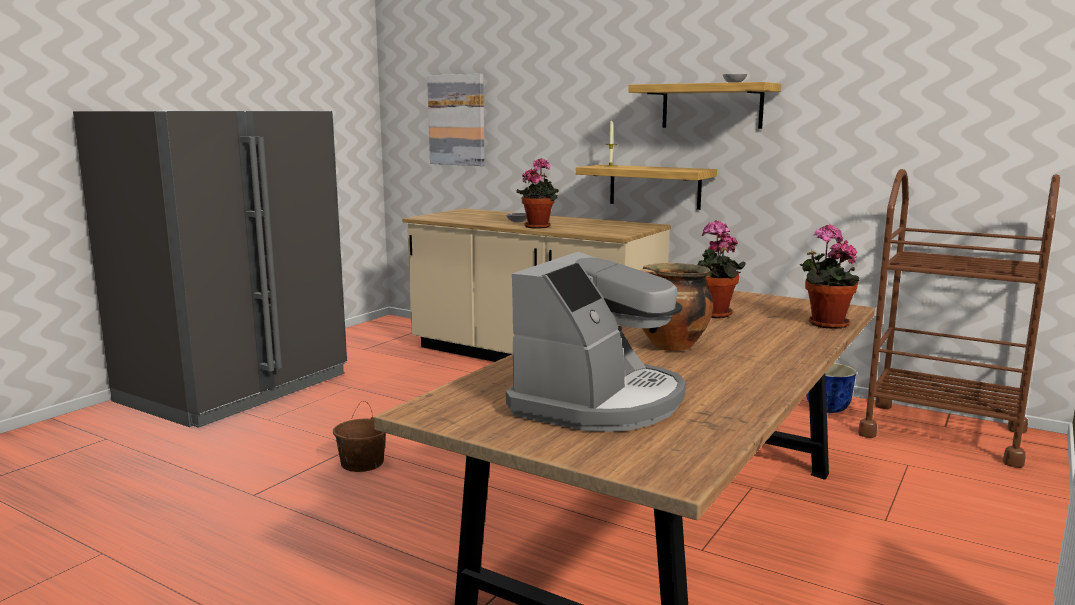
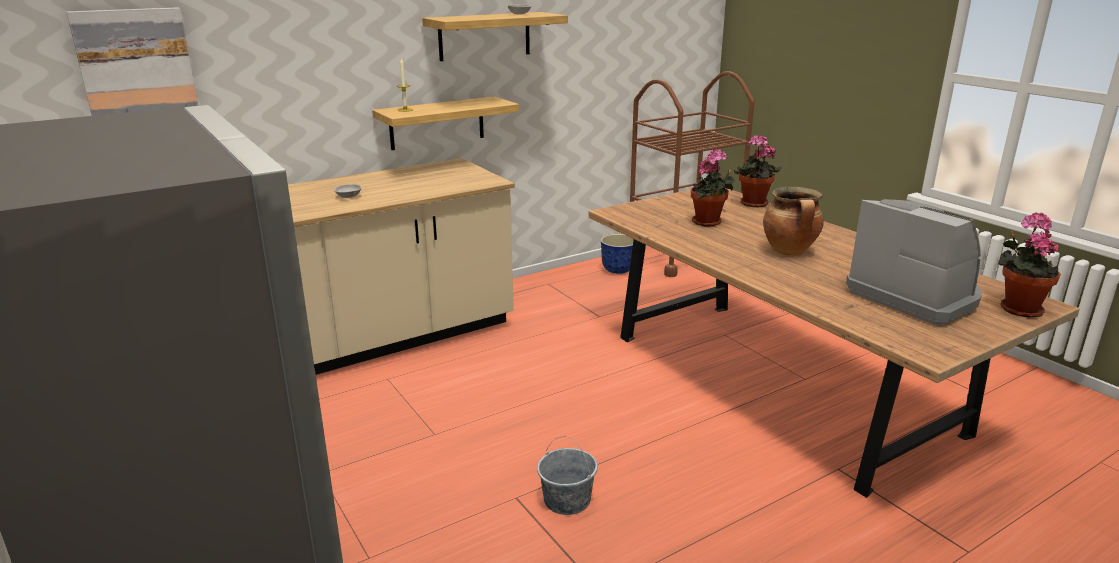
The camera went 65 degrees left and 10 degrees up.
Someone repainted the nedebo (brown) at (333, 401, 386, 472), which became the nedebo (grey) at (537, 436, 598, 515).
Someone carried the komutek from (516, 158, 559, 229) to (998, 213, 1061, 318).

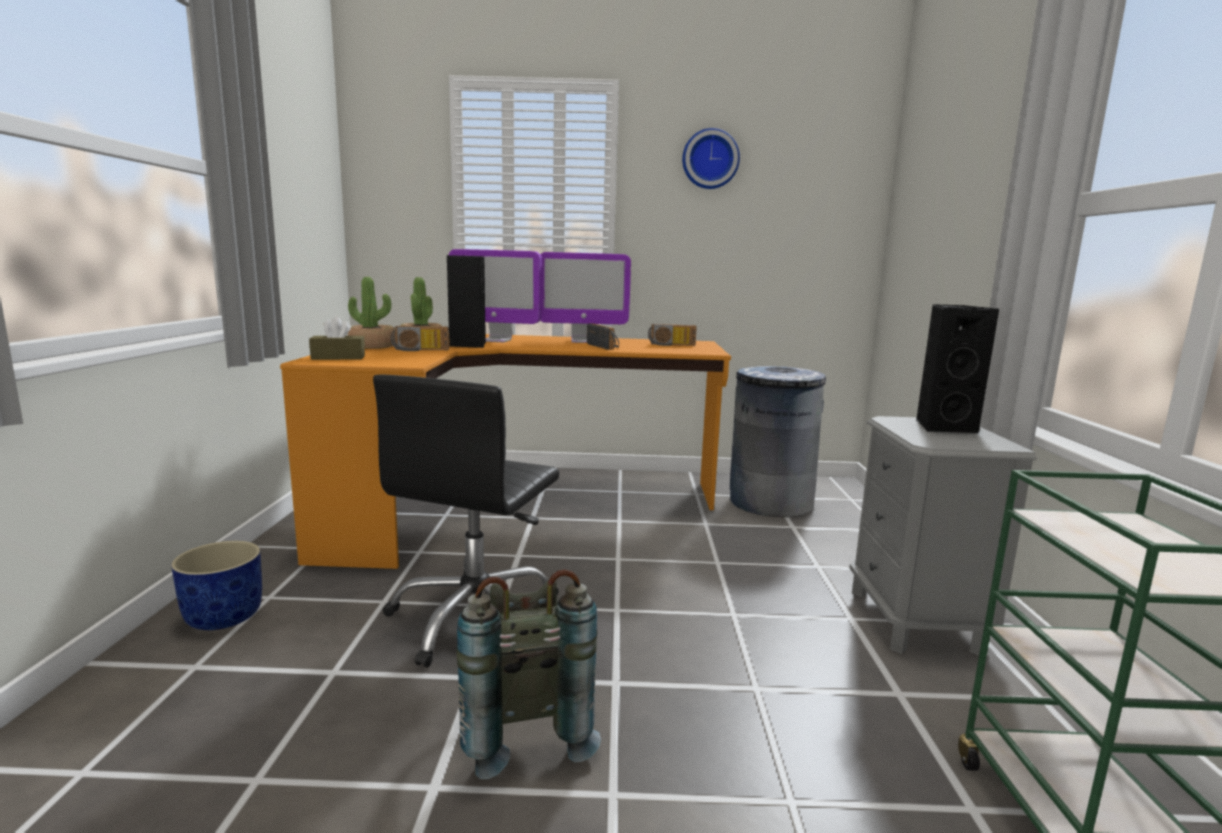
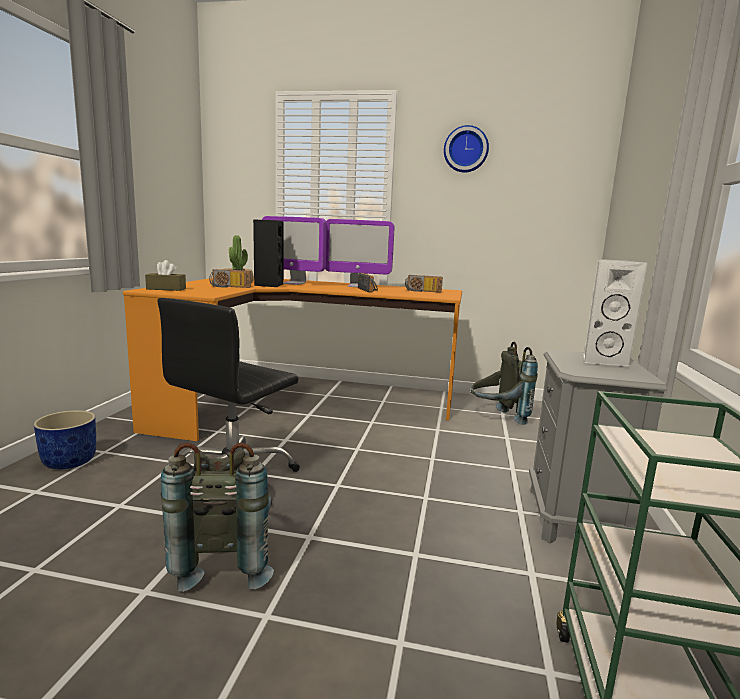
The camera went 10 degrees right and 0 degrees up.
Someone swapped the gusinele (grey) at (730, 366, 826, 517) for the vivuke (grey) at (470, 342, 538, 425).
Someone repainted the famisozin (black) at (916, 304, 999, 433), which became the famisozin (white) at (584, 259, 648, 367).
Someone took away the komutek at (348, 277, 395, 349).

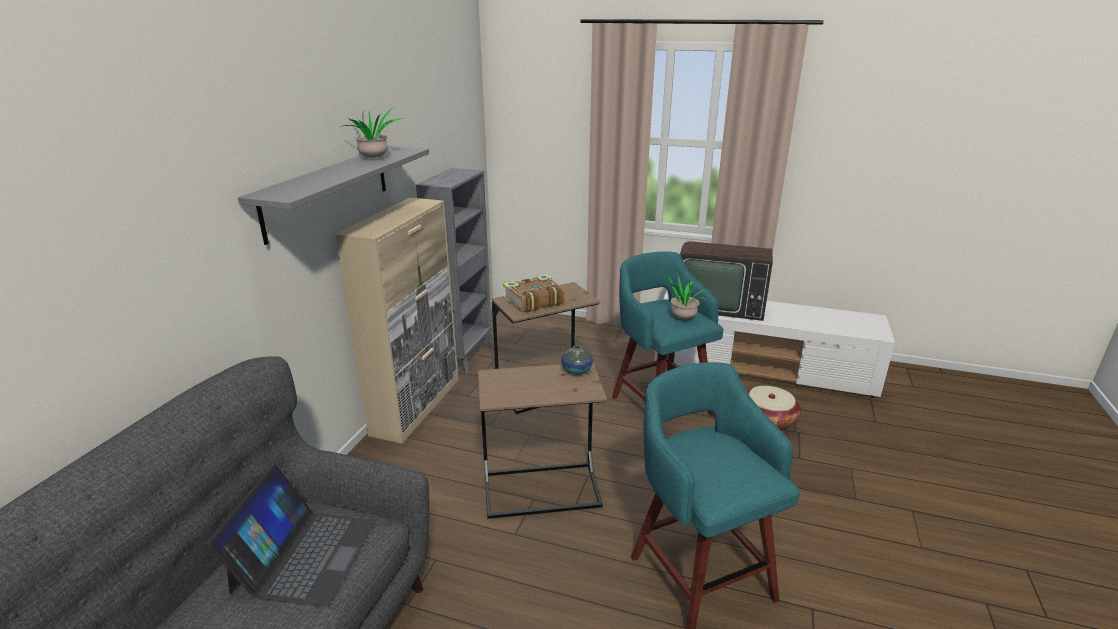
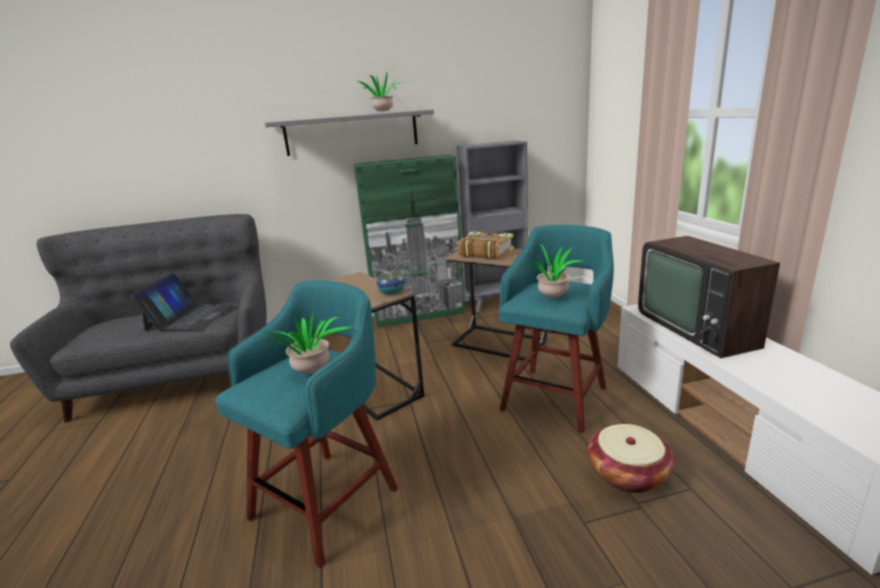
The camera went 60 degrees right and 5 degrees down.
Someone rotated the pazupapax at (207, 464, 376, 607) by 60 degrees counterclockwise.
Someone put down the komutek at (260, 312, 351, 374).
Someone repainted the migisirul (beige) at (335, 197, 458, 444), which became the migisirul (green) at (354, 155, 466, 328).

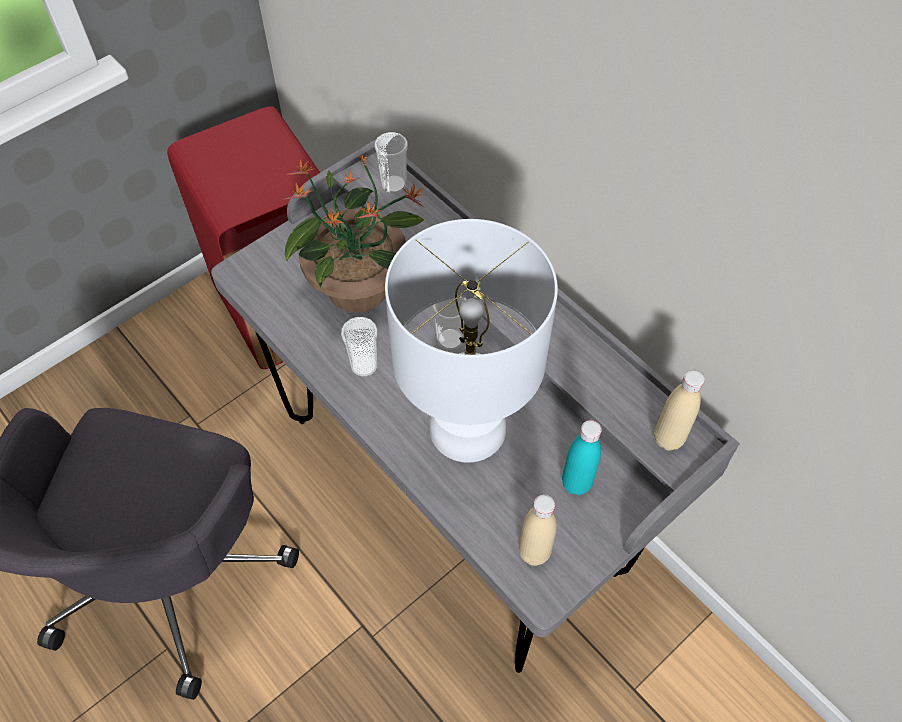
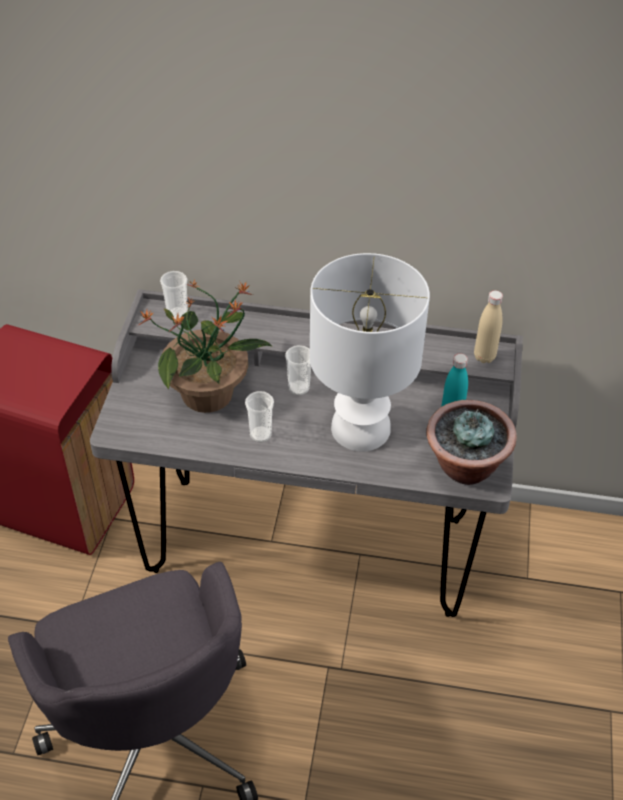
The camera went 40 degrees left and 10 degrees down.
Someone swapped the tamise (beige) at (519, 495, 557, 566) for the komutek at (426, 400, 517, 485).

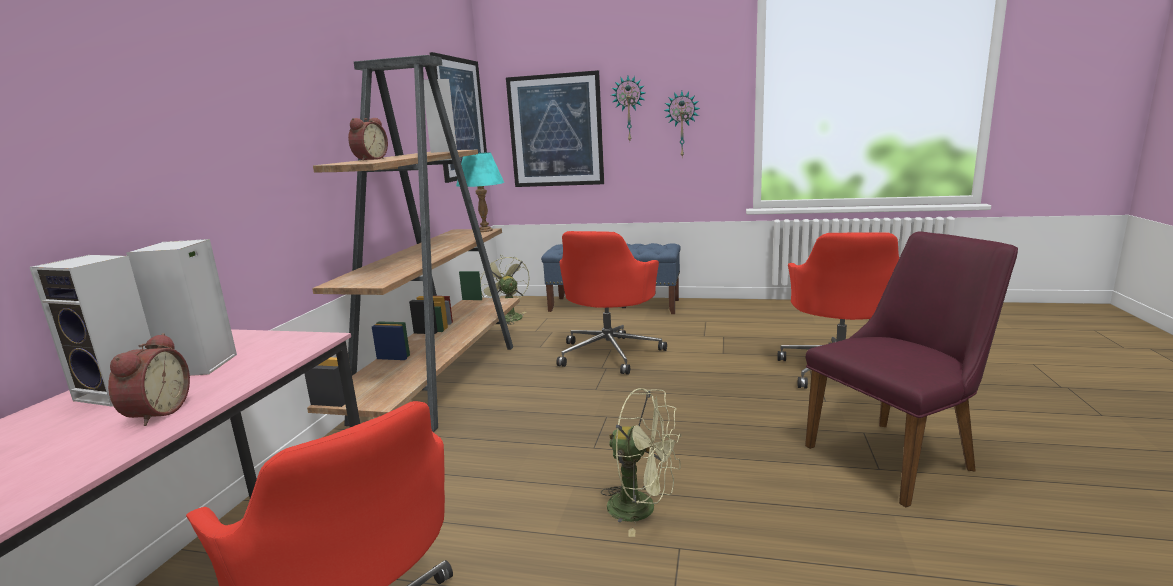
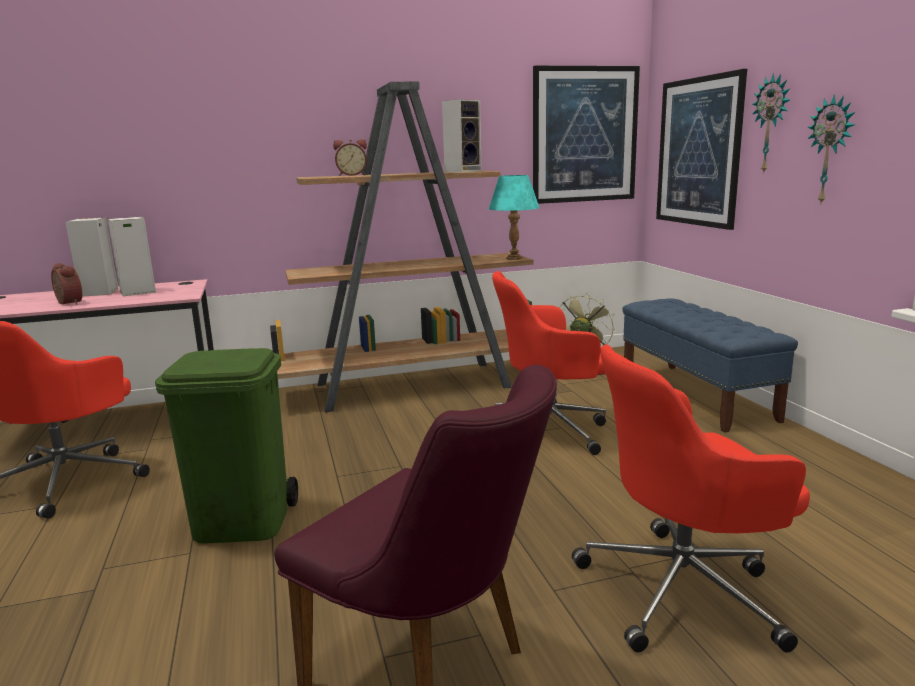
The camera went 60 degrees right and 0 degrees up.
Someone rotated the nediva at (108, 333, 190, 426) by 105 degrees counterclockwise.
Someone swapped the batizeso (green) at (601, 388, 682, 537) for the gusinele (green) at (155, 348, 298, 544).

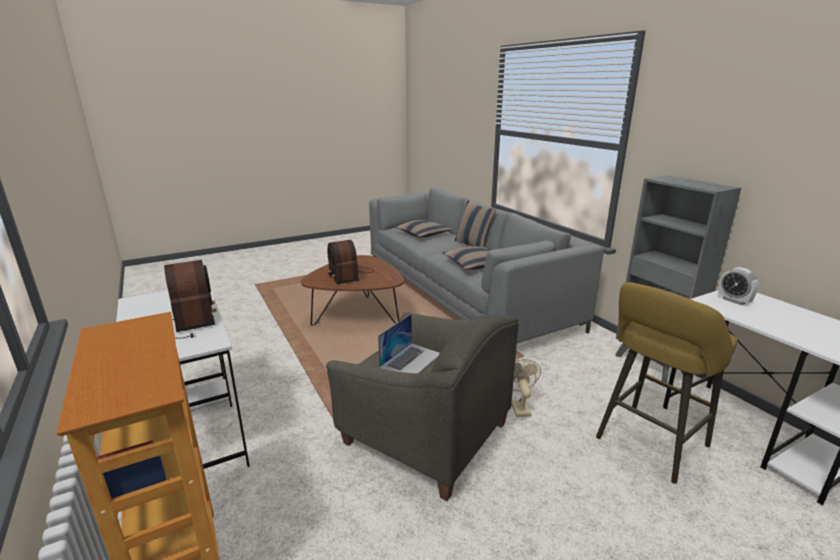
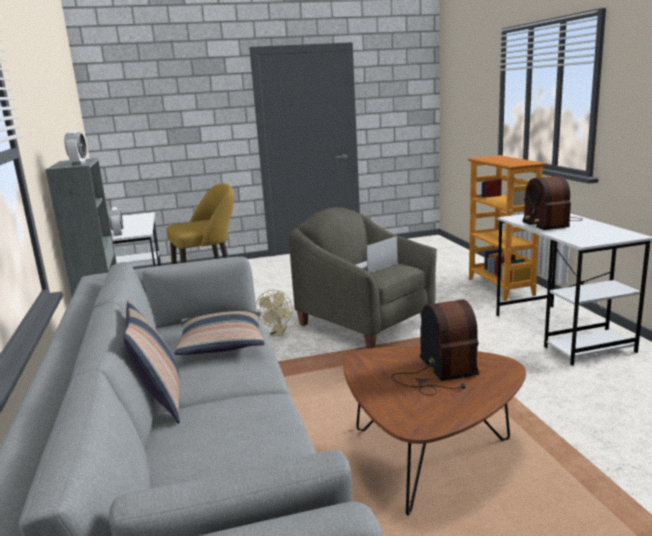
The camera went 165 degrees left and 5 degrees down.
Someone put down the nediva at (64, 130, 87, 165).
Someone took away the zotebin at (395, 220, 452, 238).

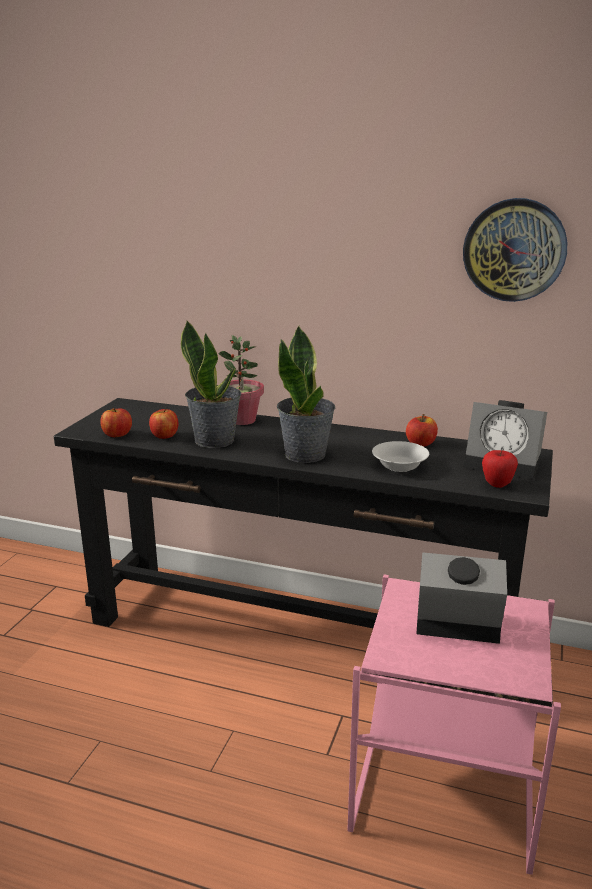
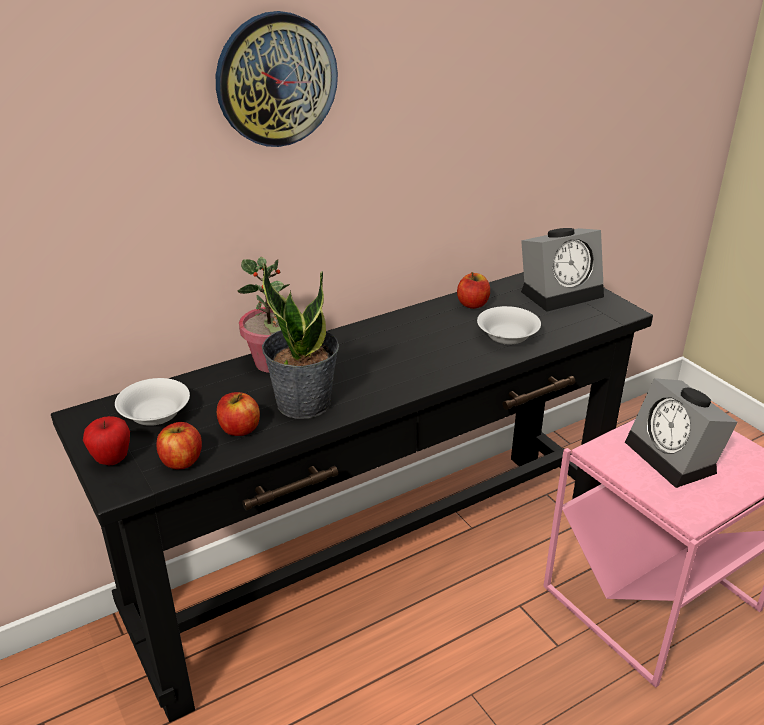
The camera went 50 degrees left and 10 degrees up.
Someone carried the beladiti from (482, 450, 518, 488) to (83, 416, 130, 465).
Someone put down the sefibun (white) at (115, 378, 190, 426).
Someone carried the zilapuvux from (463, 198, 567, 302) to (216, 11, 338, 147).
Someone rotated the nediva at (416, 552, 507, 644) by 75 degrees counterclockwise.
Someone took away the komutek at (277, 325, 335, 463).

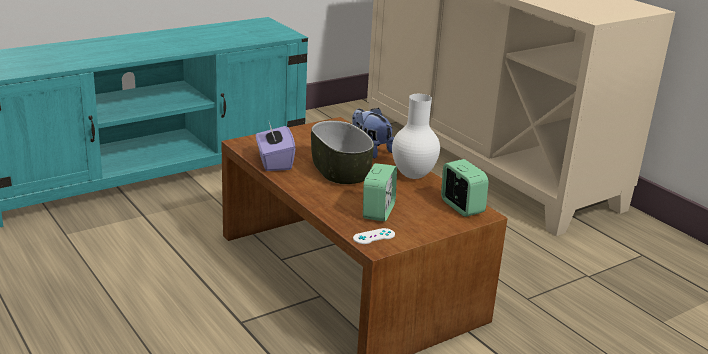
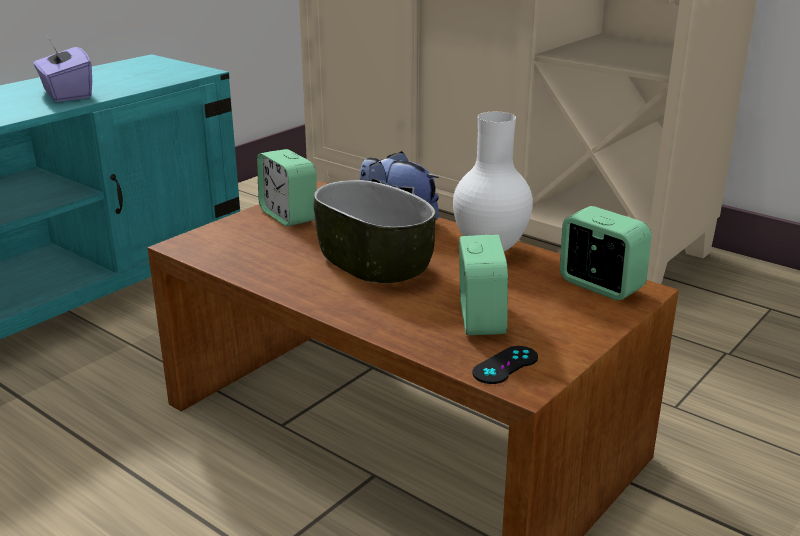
The camera went 15 degrees left and 0 degrees up.
Someone carried the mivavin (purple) from (256, 122, 295, 171) to (34, 37, 92, 102).
Someone put down the nediva at (257, 149, 317, 226).
Someone repainted the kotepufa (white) at (353, 228, 395, 244), which became the kotepufa (black) at (472, 346, 538, 384).

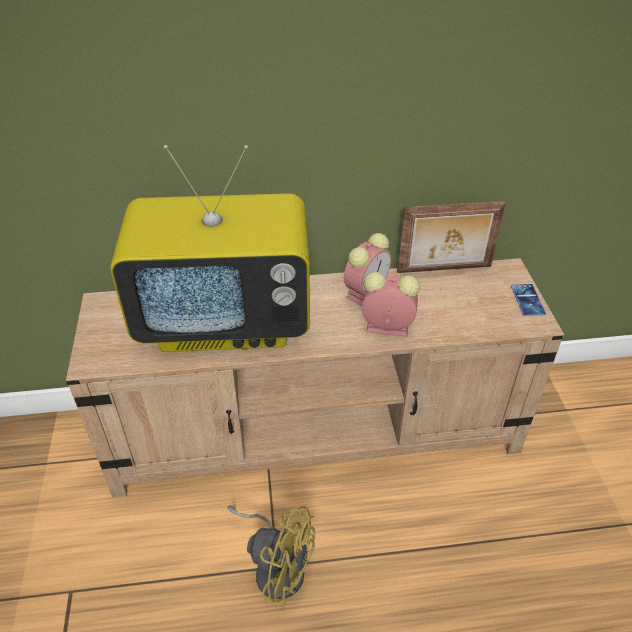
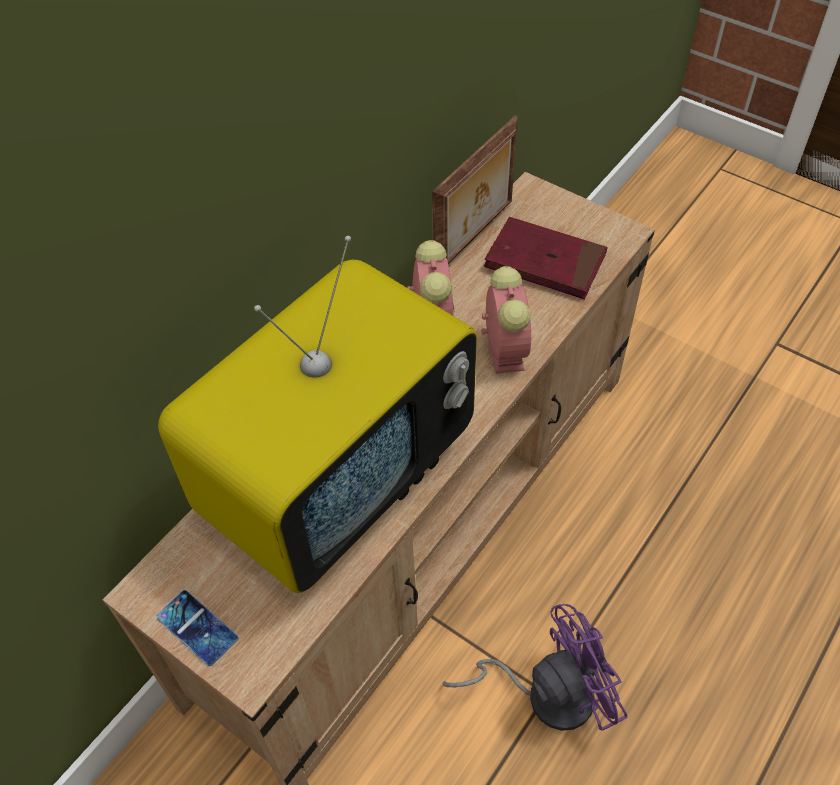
The camera went 45 degrees left and 10 degrees up.
Someone carried the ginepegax from (511, 284, 546, 316) to (156, 590, 238, 666).
Someone repainted the batizeso (yellow) at (227, 505, 315, 607), which became the batizeso (purple) at (443, 604, 628, 731).
Someone rotated the nediva at (362, 272, 420, 337) by 120 degrees clockwise.
Someone put down the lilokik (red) at (484, 217, 607, 299).

